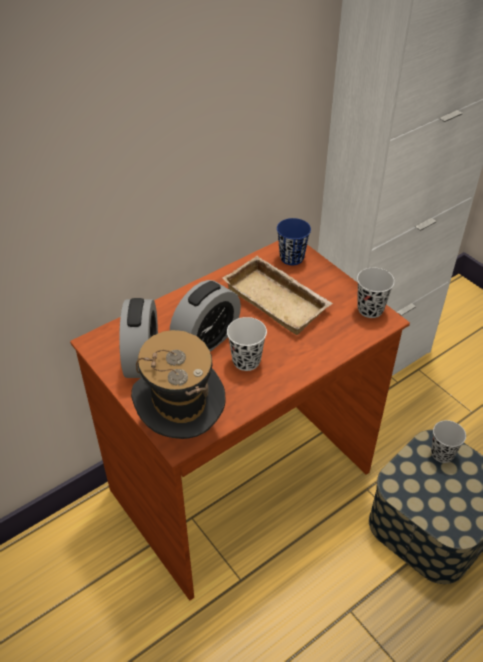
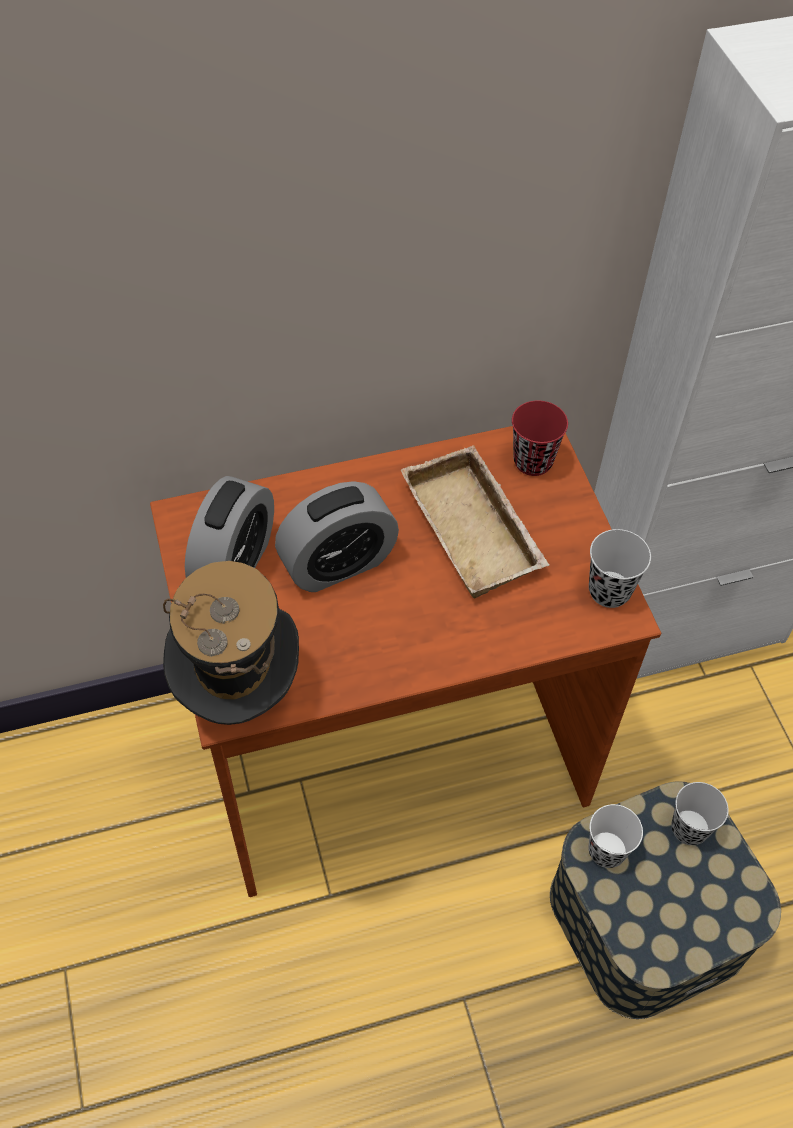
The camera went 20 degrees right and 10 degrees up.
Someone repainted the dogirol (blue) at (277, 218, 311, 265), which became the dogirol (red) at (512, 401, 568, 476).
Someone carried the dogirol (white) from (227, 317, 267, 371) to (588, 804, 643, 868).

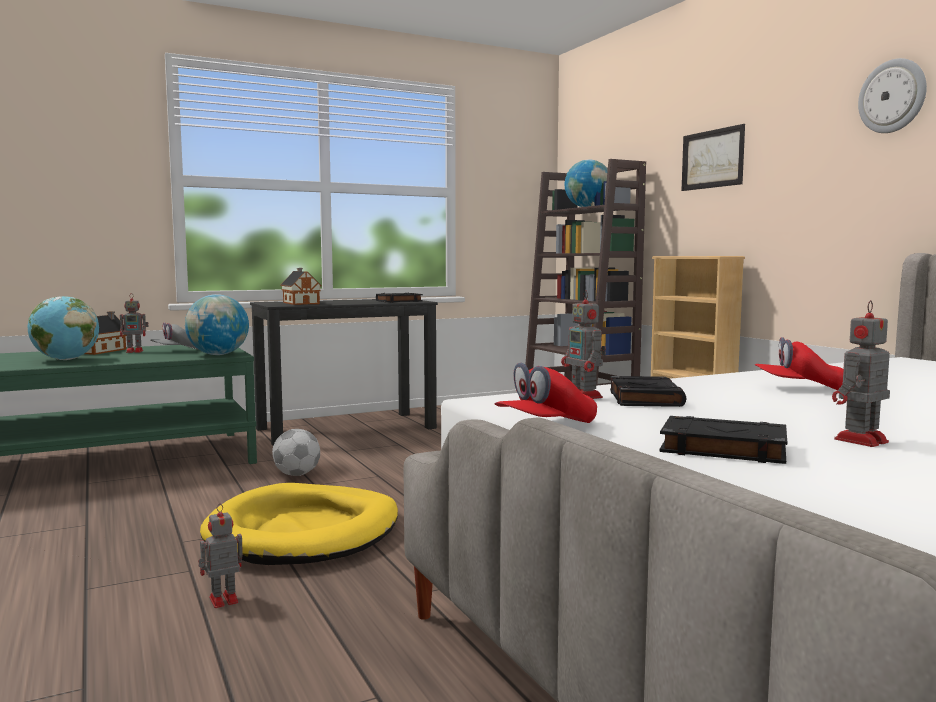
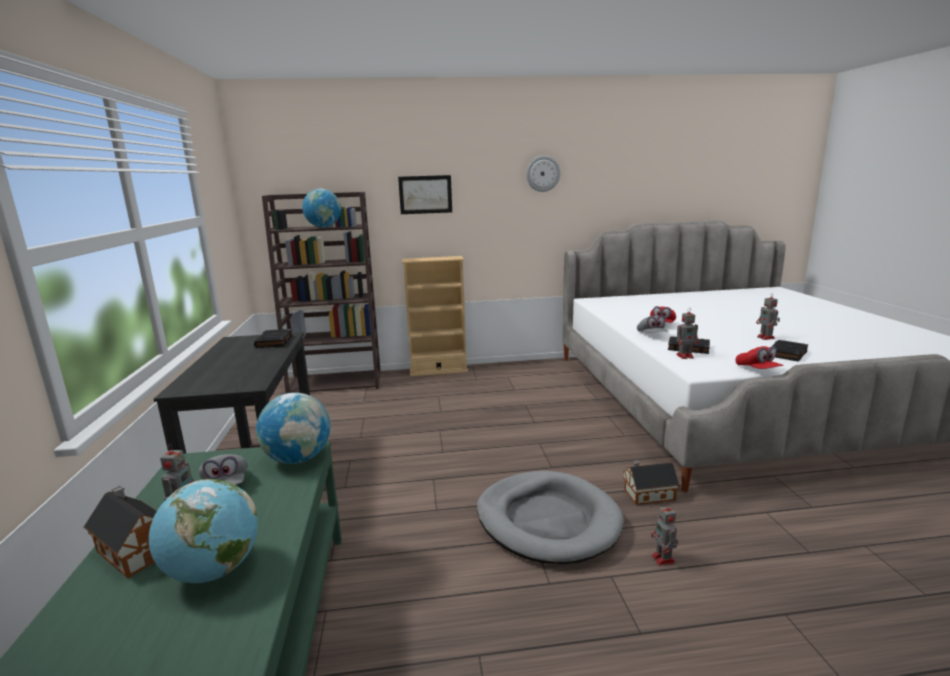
The camera went 70 degrees left and 10 degrees up.
Someone repainted the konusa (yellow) at (200, 483, 398, 565), which became the konusa (grey) at (477, 471, 624, 564).
Someone carried the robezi from (280, 268, 321, 305) to (623, 461, 679, 505).
Someone put down the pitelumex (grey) at (637, 316, 668, 333).
Someone took away the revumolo at (272, 429, 320, 476).

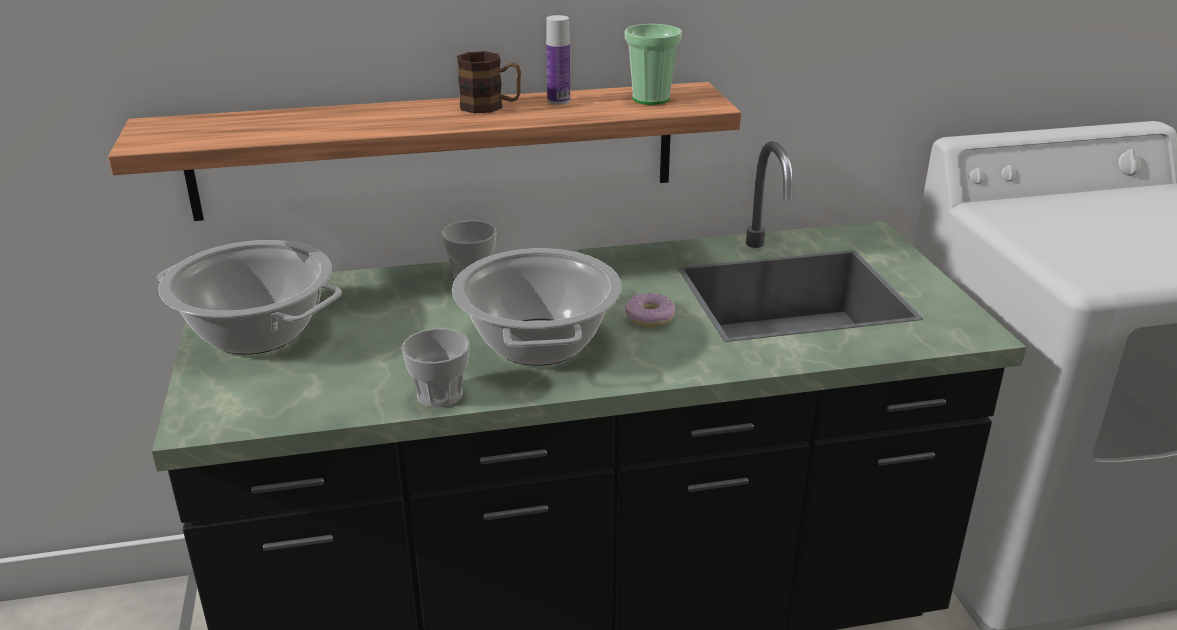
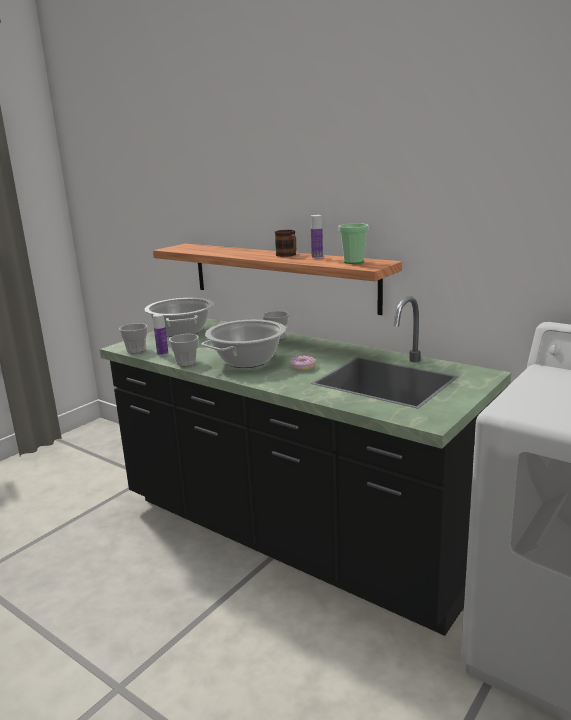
The camera went 50 degrees right and 10 degrees down.
Someone put down the dogirol at (119, 323, 147, 353).
Someone put down the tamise at (153, 314, 168, 356).

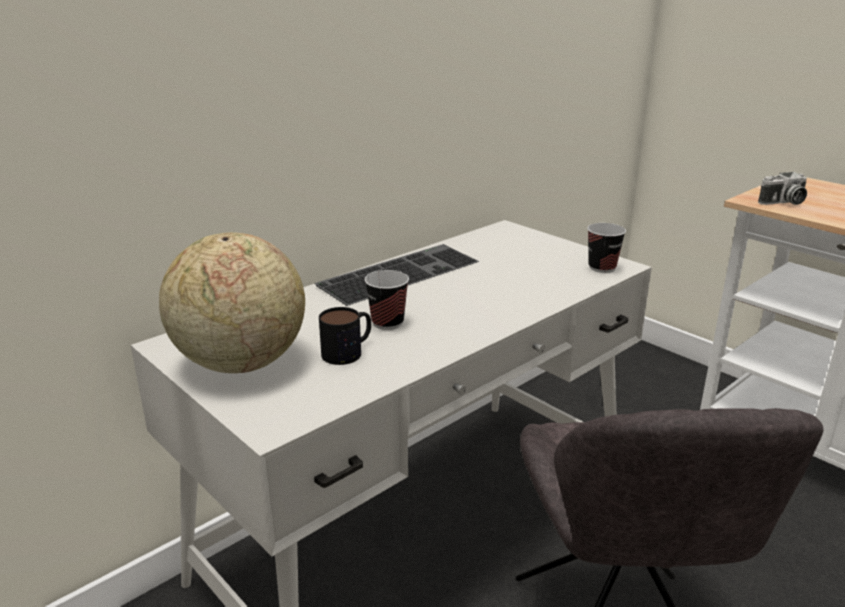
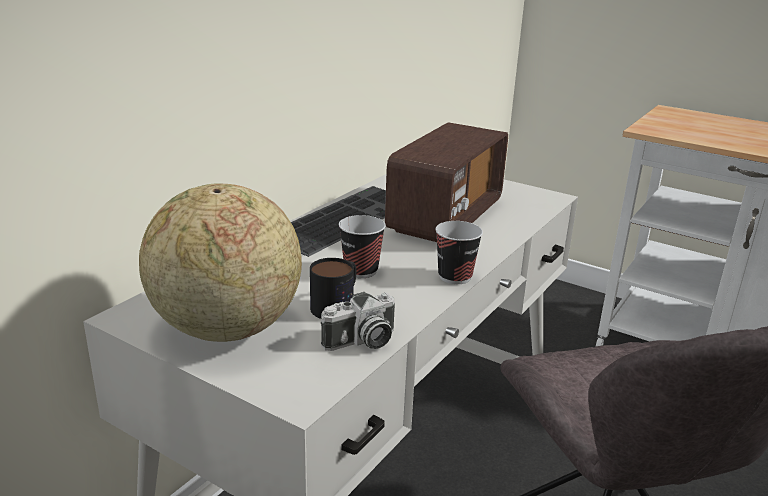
The camera went 15 degrees left and 0 degrees up.
Someone carried the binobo from (758, 172, 807, 205) to (321, 292, 395, 351).
Someone put down the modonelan at (385, 122, 508, 242).
Someone carried the dogirol from (587, 223, 626, 273) to (435, 221, 483, 284).

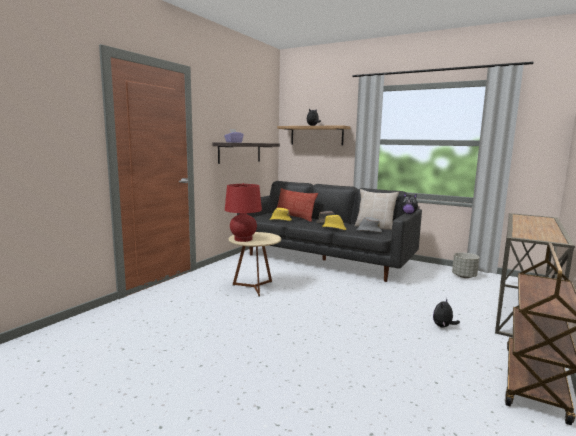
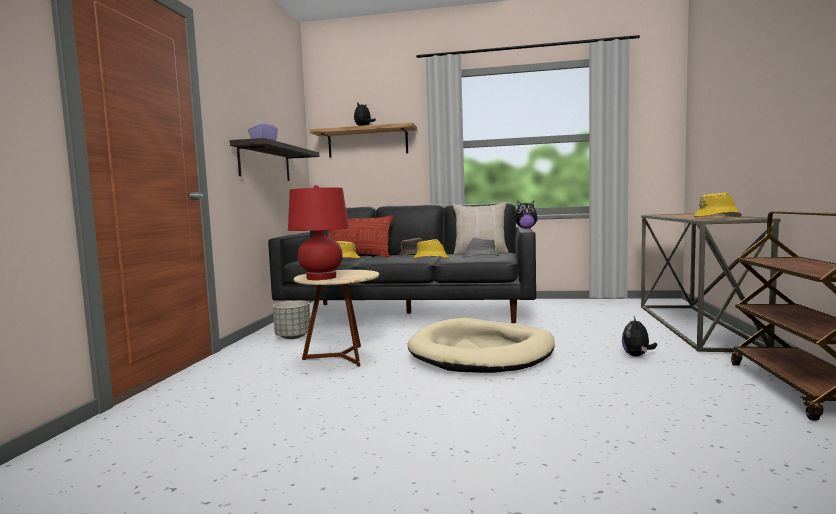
The camera went 20 degrees left and 5 degrees down.
Someone carried the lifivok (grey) from (452, 252, 479, 278) to (273, 301, 310, 339).
Someone put down the konusa (beige) at (408, 318, 555, 373).
Someone put down the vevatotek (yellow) at (694, 193, 742, 217).

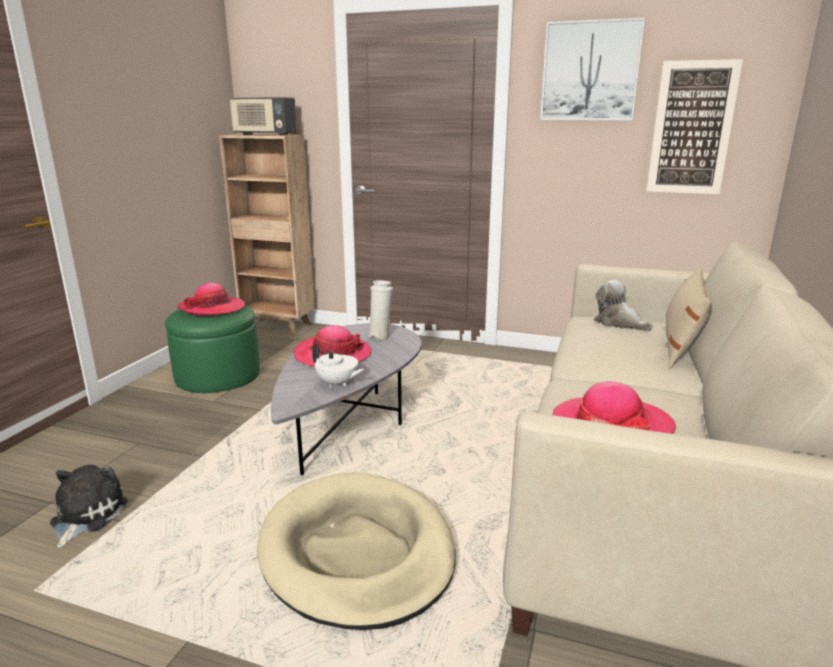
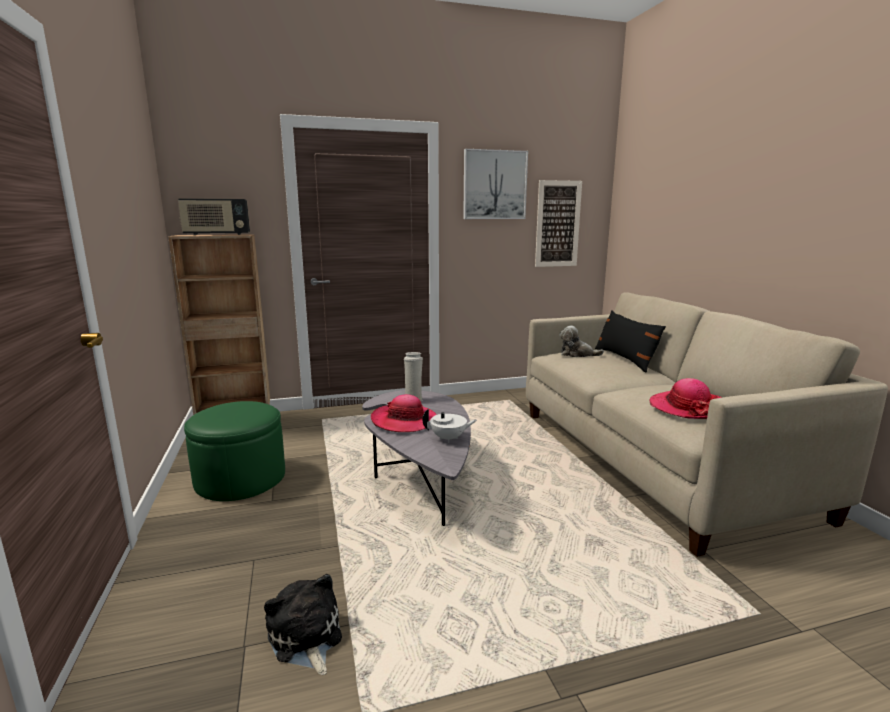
The camera went 35 degrees left and 5 degrees down.
Someone repainted the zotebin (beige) at (666, 267, 712, 368), which became the zotebin (black) at (595, 310, 666, 372).
Someone took away the vevatotek at (177, 283, 245, 316).
Someone took away the konusa (beige) at (257, 472, 456, 630).

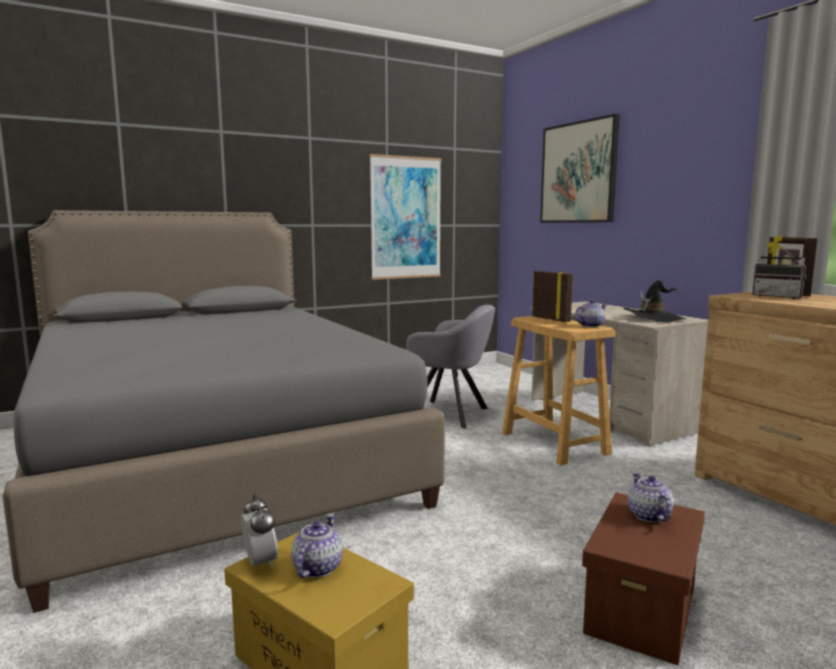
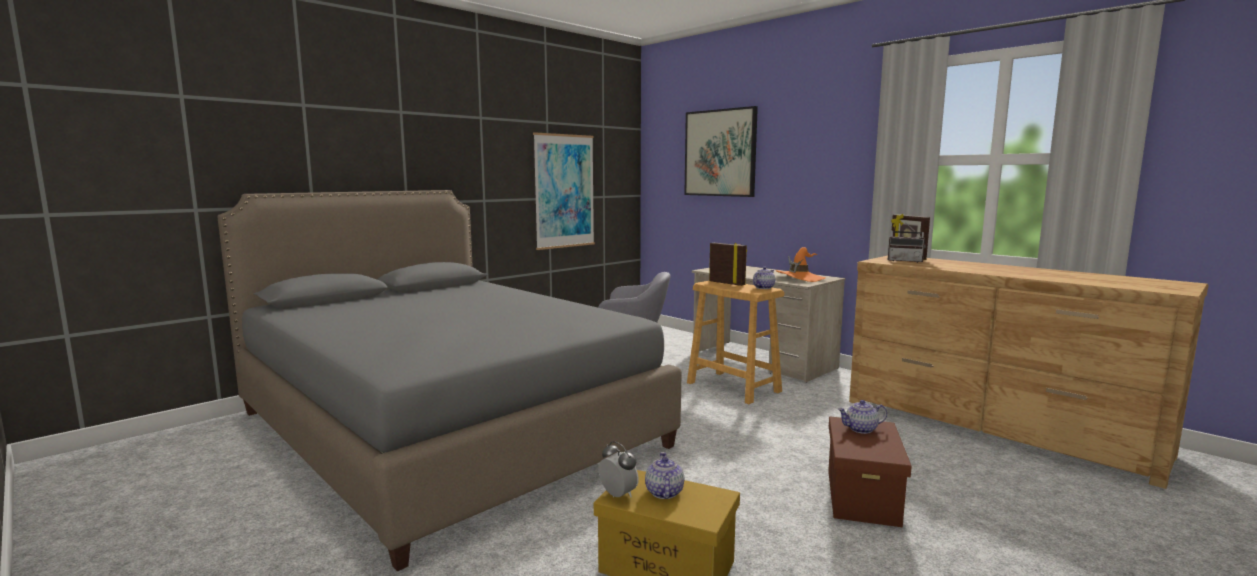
The camera went 15 degrees left and 0 degrees up.
Someone repainted the vevatotek (black) at (623, 280, 686, 323), which became the vevatotek (orange) at (776, 247, 826, 282).
Someone rotated the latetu at (627, 473, 674, 523) by 75 degrees counterclockwise.

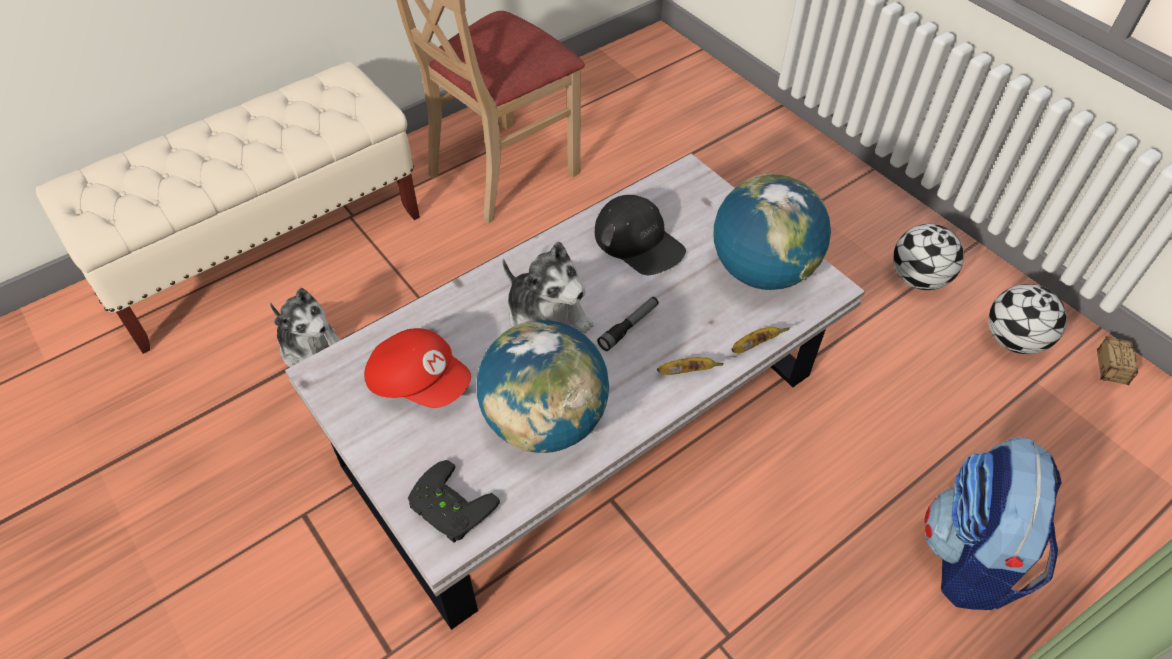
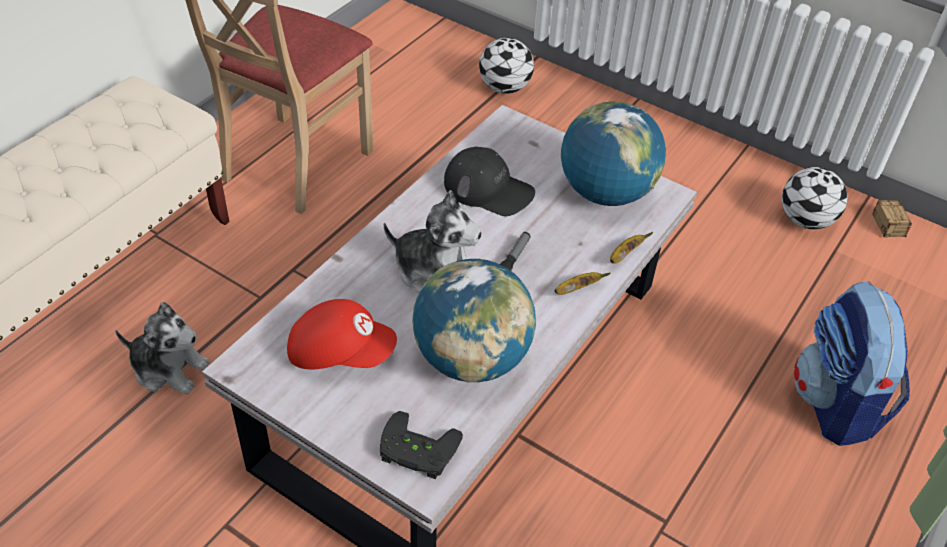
The camera went 20 degrees left and 5 degrees down.
Someone carried the revumolo from (893, 224, 964, 290) to (479, 37, 534, 94).

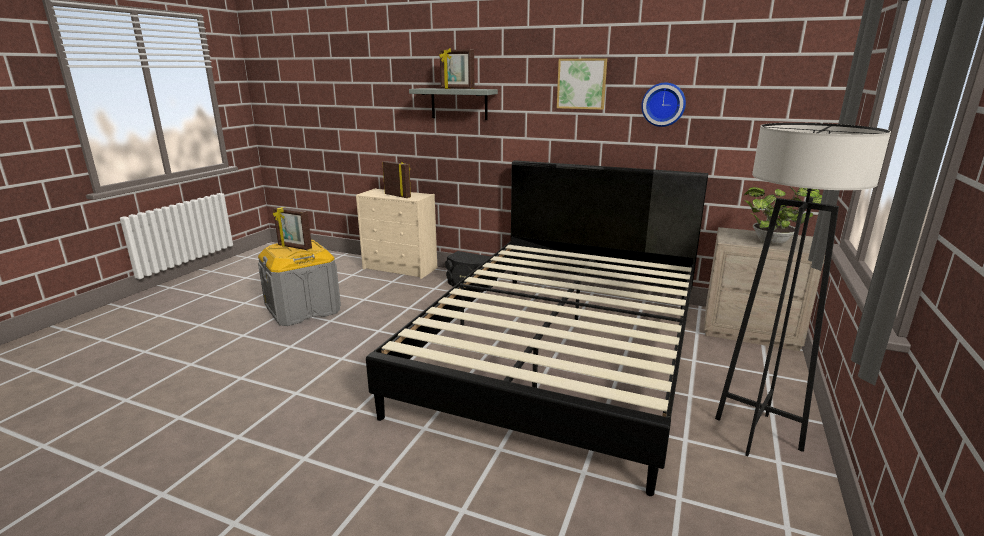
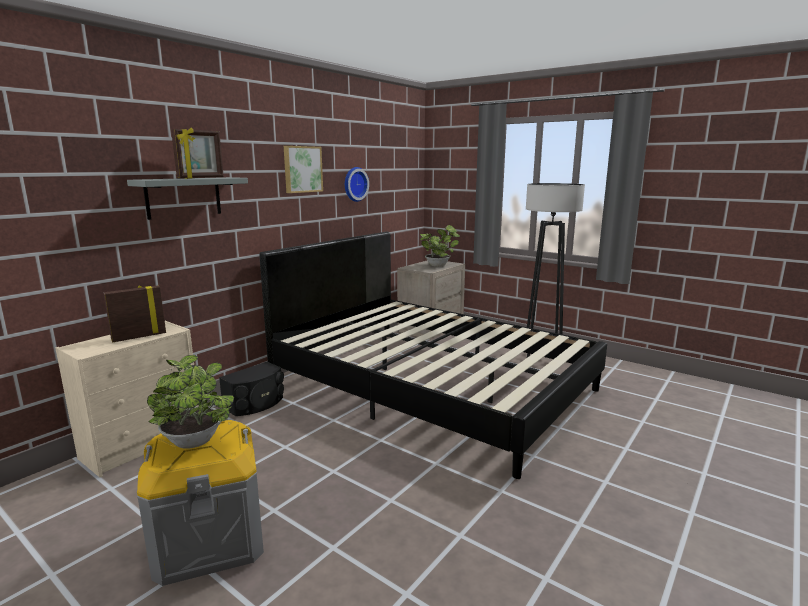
The camera went 75 degrees left and 5 degrees down.
Someone swapped the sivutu at (273, 207, 312, 250) for the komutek at (147, 355, 234, 448).

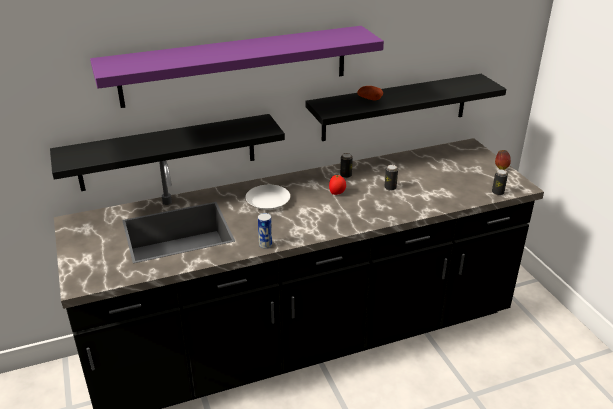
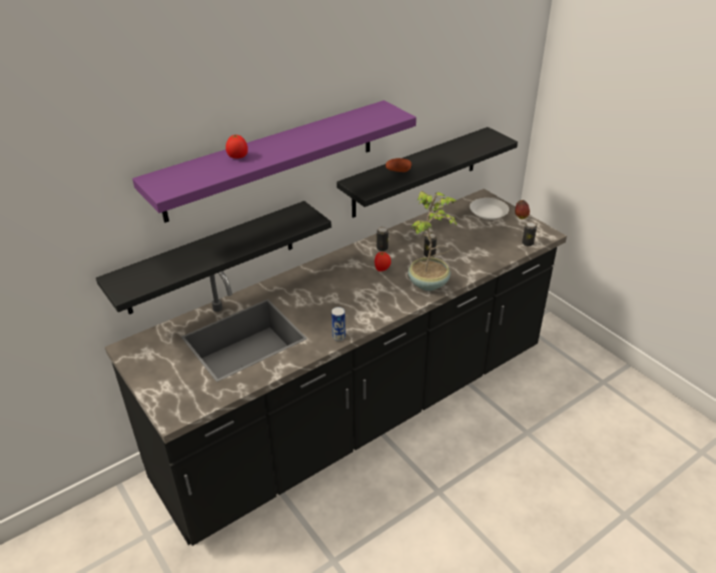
The camera went 15 degrees left and 5 degrees up.
Someone put down the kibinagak at (226, 134, 248, 159).
Someone put down the komutek at (408, 191, 457, 291).
Someone carried the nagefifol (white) from (245, 185, 290, 210) to (470, 198, 509, 220).

